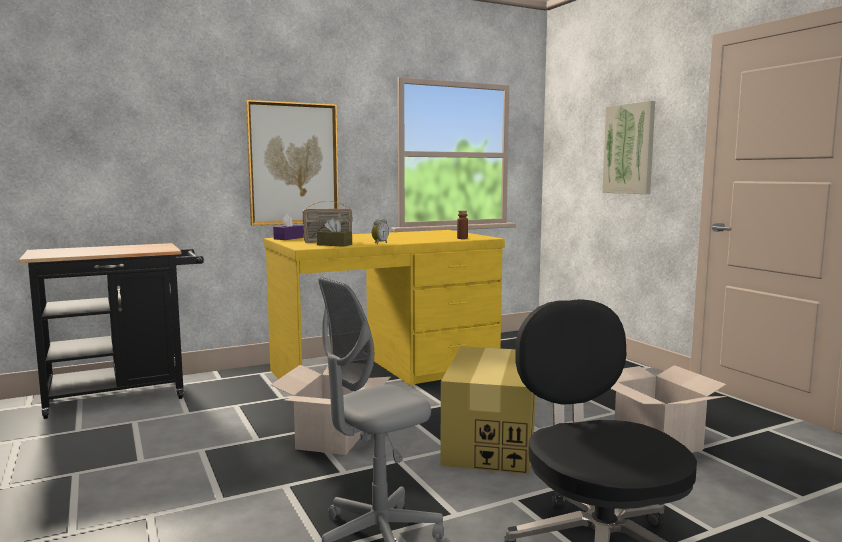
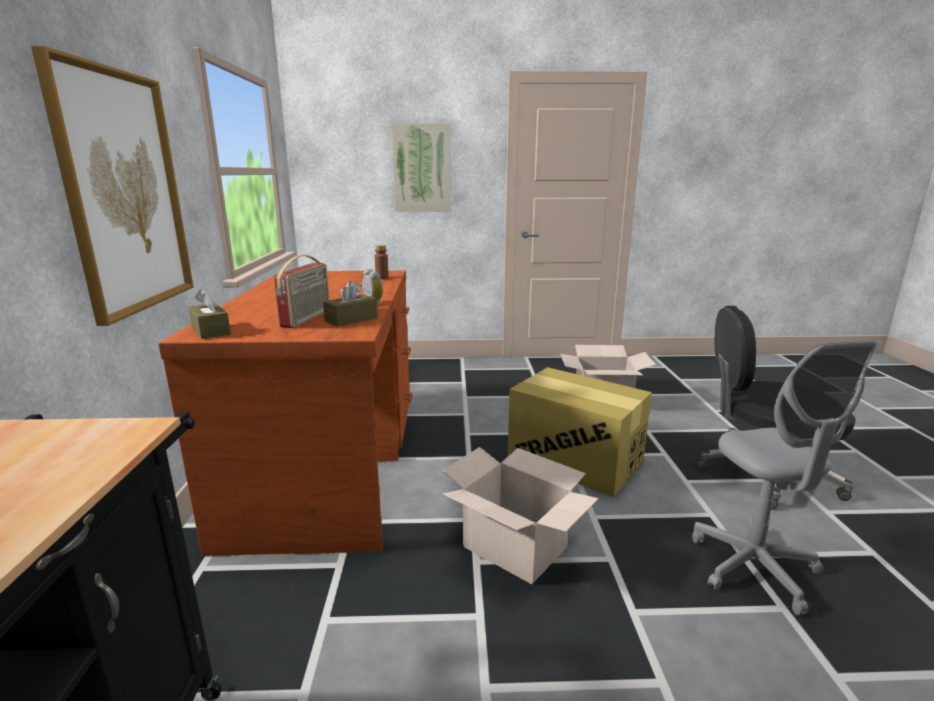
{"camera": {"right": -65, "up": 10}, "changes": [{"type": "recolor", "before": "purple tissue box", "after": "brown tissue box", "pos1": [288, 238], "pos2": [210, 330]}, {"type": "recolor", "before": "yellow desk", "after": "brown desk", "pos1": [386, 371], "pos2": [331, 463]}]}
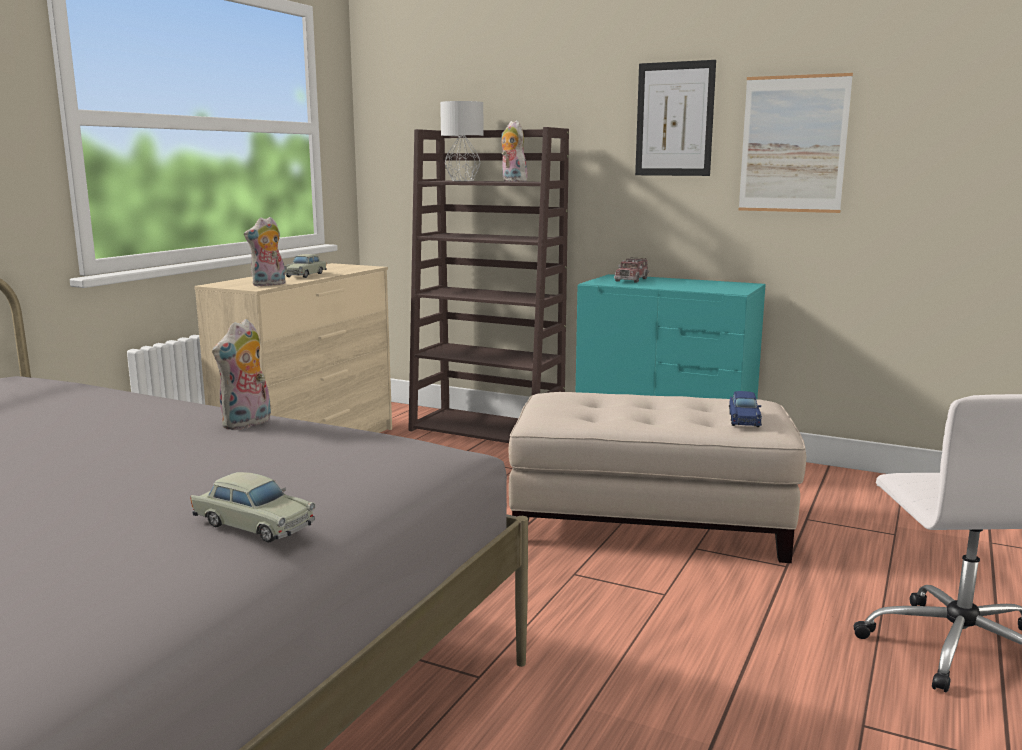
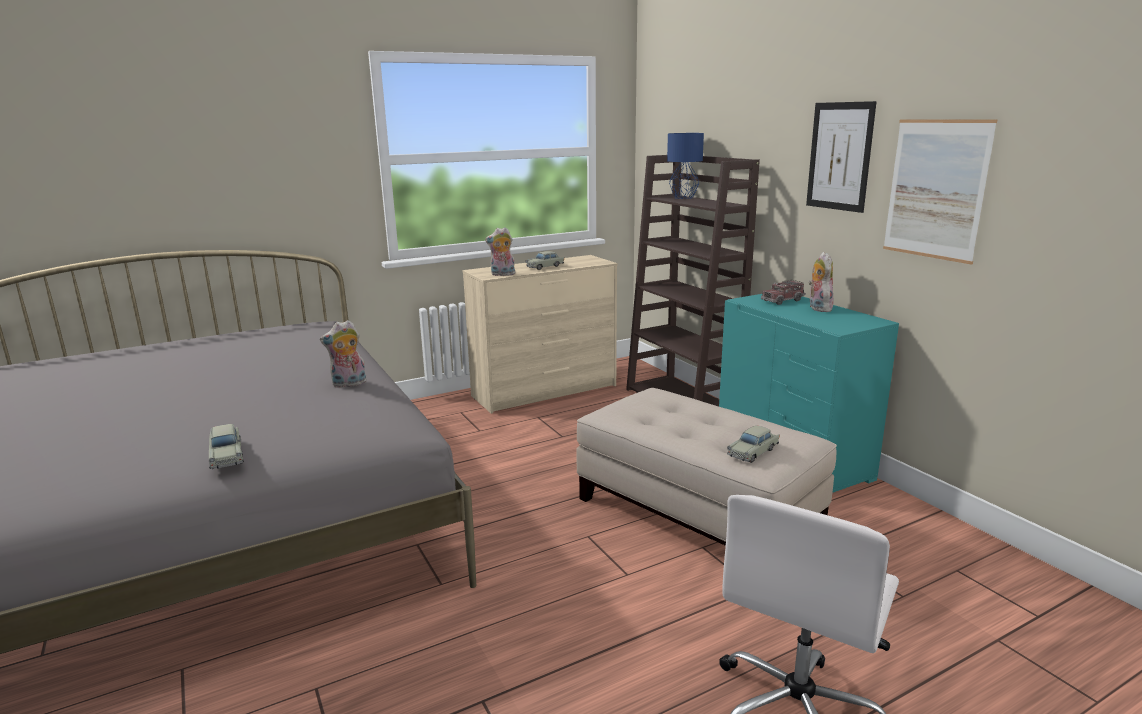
{"camera": {"right": 35, "up": 5}, "changes": [{"type": "recolor", "before": "grey table lamp", "after": "blue table lamp", "pos1": [462, 180], "pos2": [683, 198]}, {"type": "move", "before": "plush toy", "pos1": [512, 181], "pos2": [818, 308]}, {"type": "recolor", "before": "blue toy car", "after": "beige toy car", "pos1": [744, 419], "pos2": [753, 452]}]}
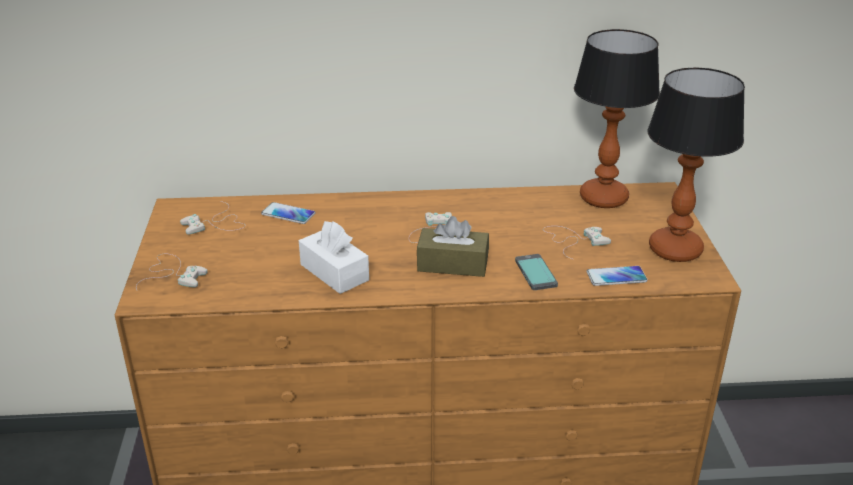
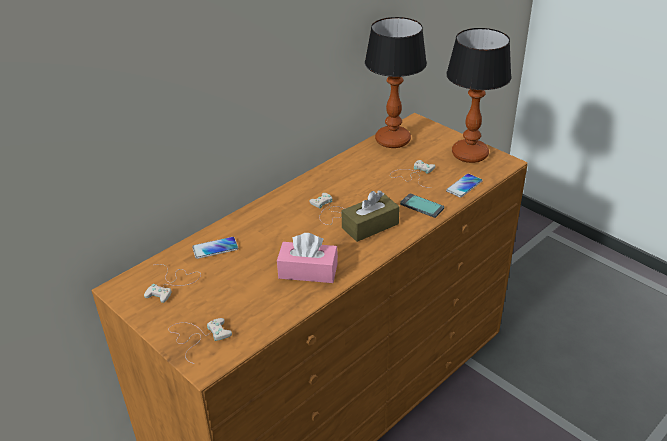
{"camera": {"right": -40, "up": 5}, "changes": [{"type": "recolor", "before": "white tissue box", "after": "pink tissue box", "pos1": [334, 272], "pos2": [308, 271]}]}
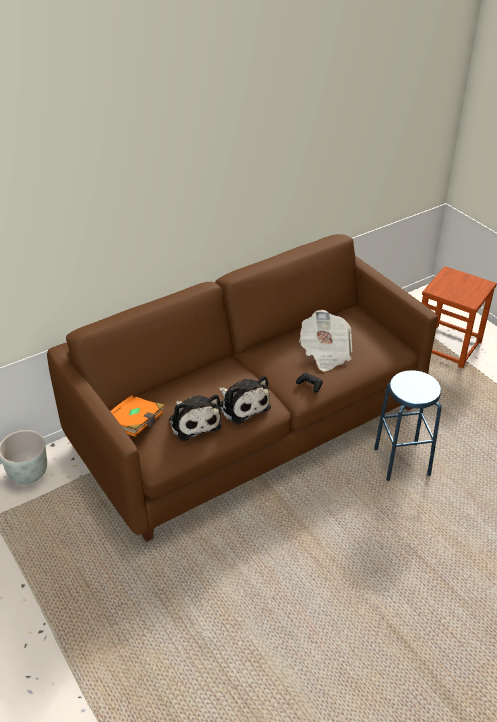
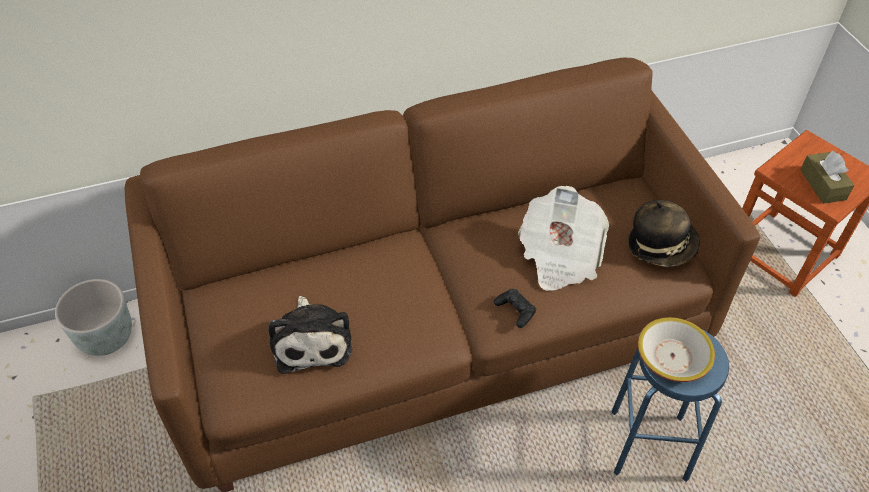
{"camera": {"right": 15, "up": 10}, "changes": [{"type": "delete", "before": "plush toy", "pos1": [242, 405]}, {"type": "delete", "before": "orange book", "pos1": [135, 425]}, {"type": "insert", "after": "brown tissue box", "pos2": [822, 185]}, {"type": "insert", "after": "hat", "pos2": [661, 246]}, {"type": "insert", "after": "bowl", "pos2": [672, 356]}]}
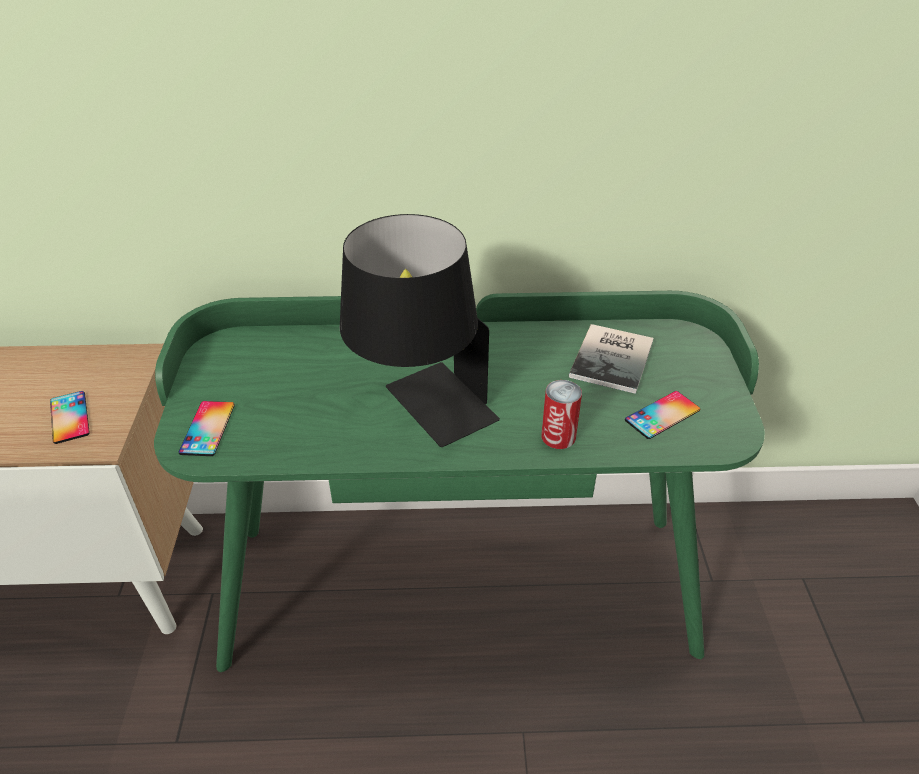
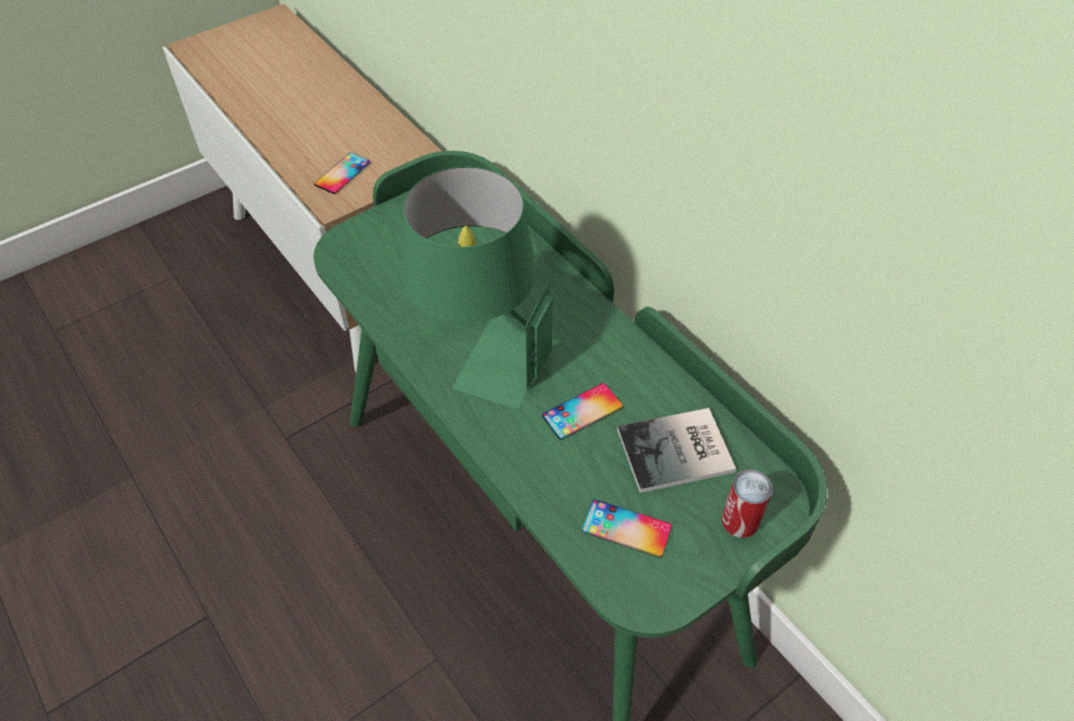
{"camera": {"right": 55, "up": 10}, "changes": [{"type": "recolor", "before": "black table lamp", "after": "green table lamp", "pos1": [421, 412], "pos2": [482, 353]}, {"type": "move", "before": "can", "pos1": [558, 436], "pos2": [740, 520]}, {"type": "move", "before": "phone", "pos1": [207, 428], "pos2": [582, 411]}]}
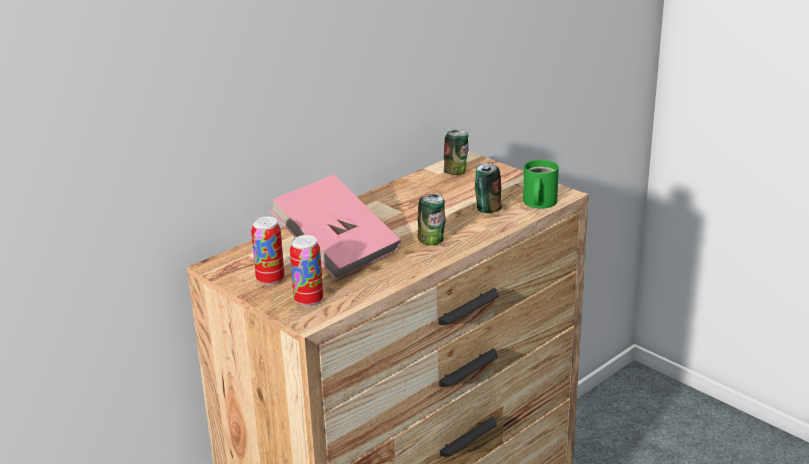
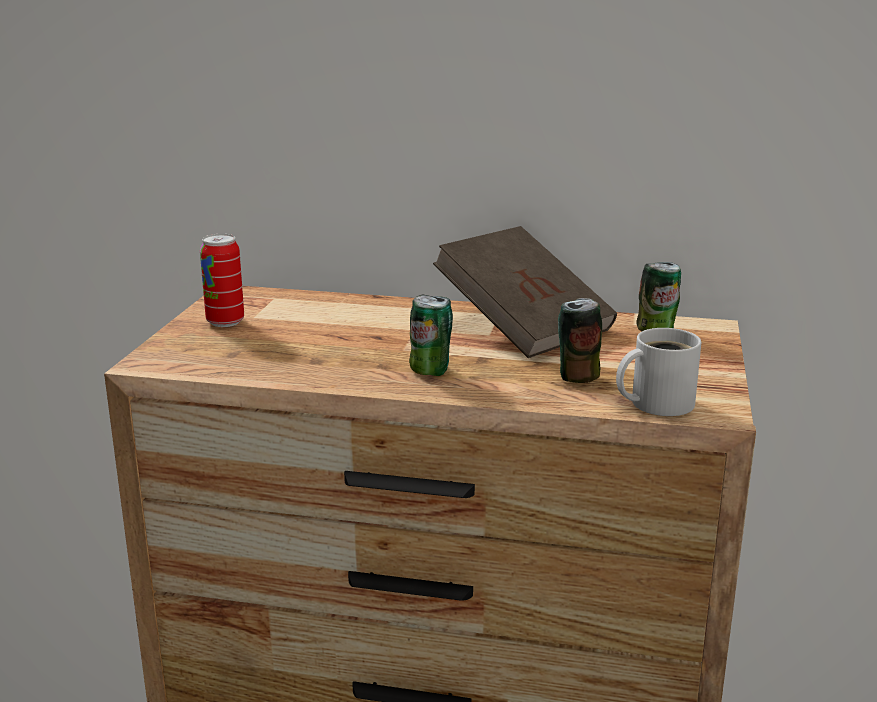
{"camera": {"right": 55, "up": -5}, "changes": [{"type": "recolor", "before": "green mug", "after": "white mug", "pos1": [538, 202], "pos2": [655, 403]}, {"type": "delete", "before": "pink book", "pos1": [337, 250]}, {"type": "delete", "before": "can", "pos1": [308, 300]}, {"type": "insert", "after": "brown book", "pos2": [524, 326]}]}
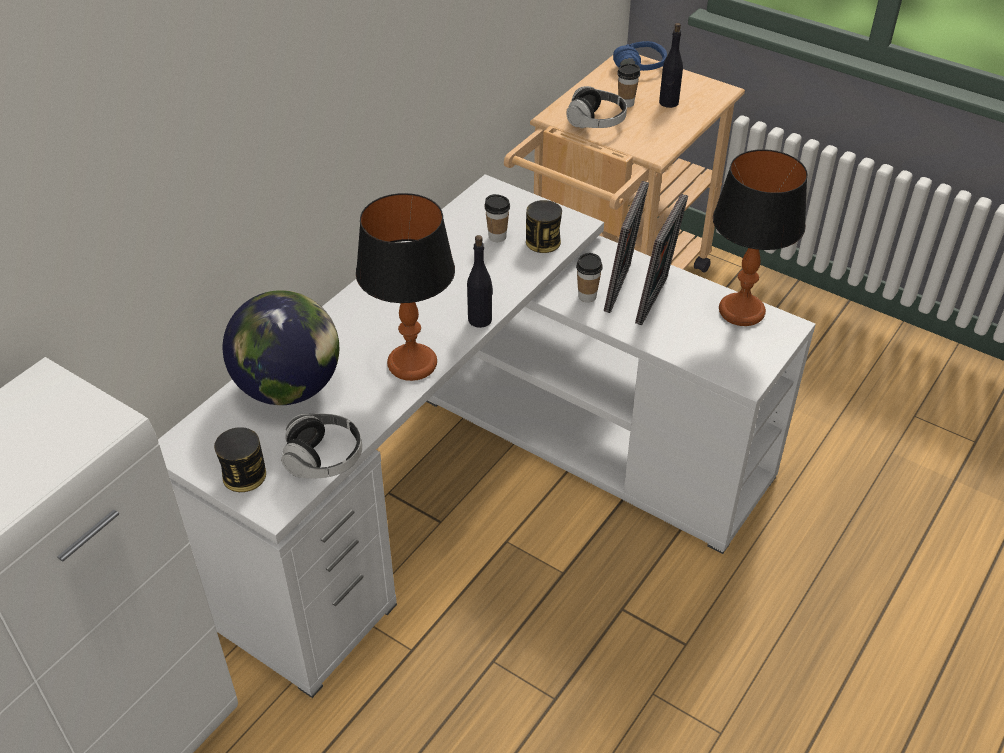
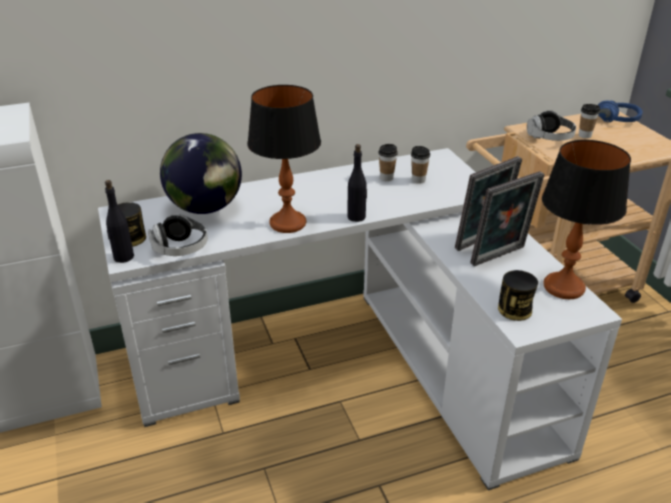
{"camera": {"right": 35, "up": -10}, "changes": [{"type": "move", "before": "black bottle", "pos1": [668, 103], "pos2": [123, 257]}, {"type": "move", "before": "can", "pos1": [543, 242], "pos2": [514, 309]}, {"type": "move", "before": "cup", "pos1": [587, 296], "pos2": [386, 178]}]}
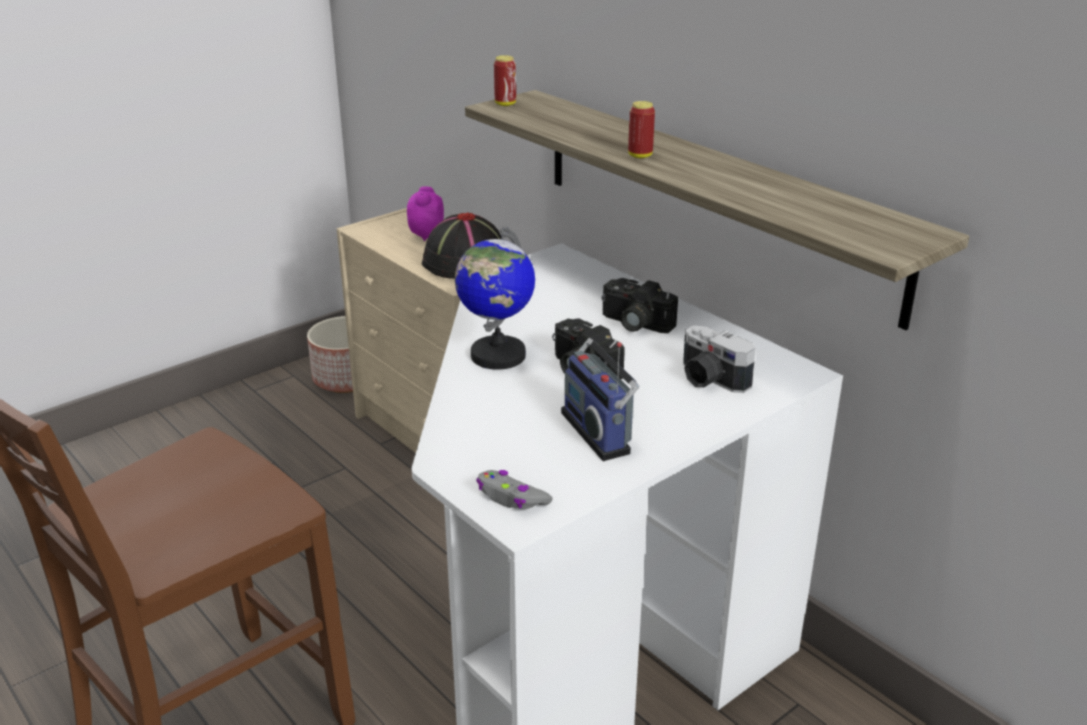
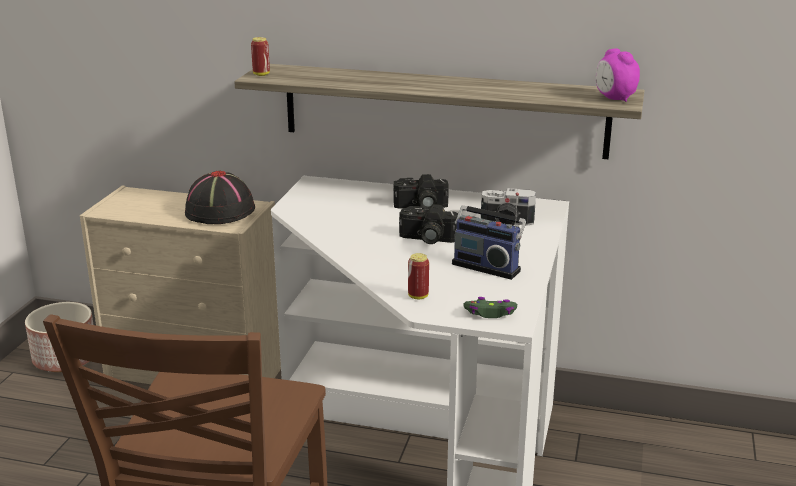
{"camera": {"right": -35, "up": -5}, "changes": [{"type": "move", "before": "can", "pos1": [640, 156], "pos2": [418, 296]}, {"type": "move", "before": "alarm clock", "pos1": [426, 235], "pos2": [614, 98]}, {"type": "delete", "before": "globe", "pos1": [497, 355]}, {"type": "recolor", "before": "grey game controller", "after": "green game controller", "pos1": [511, 498], "pos2": [490, 313]}]}
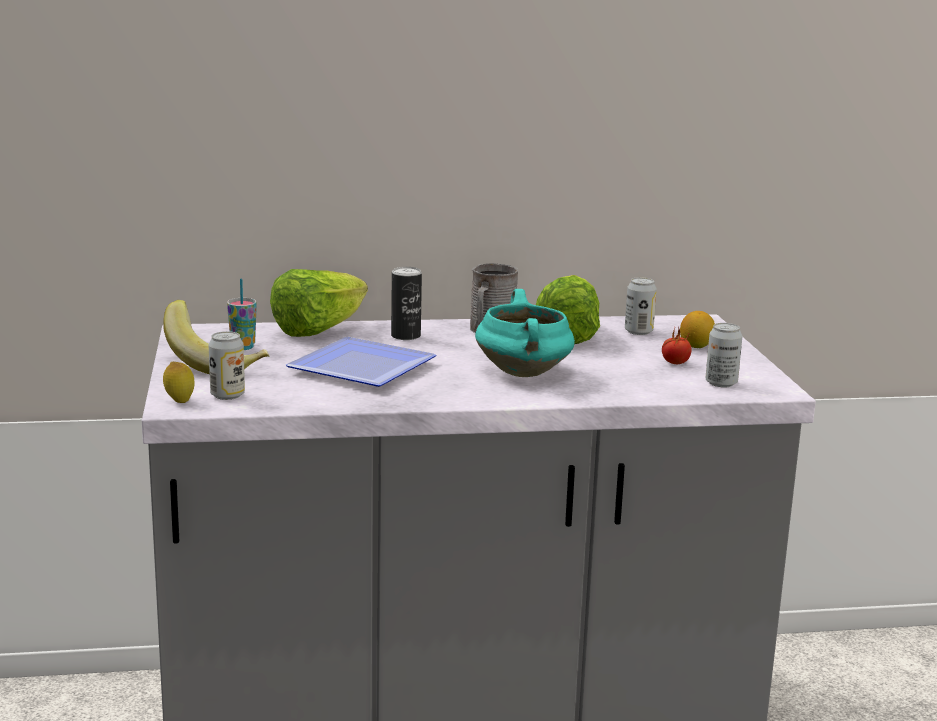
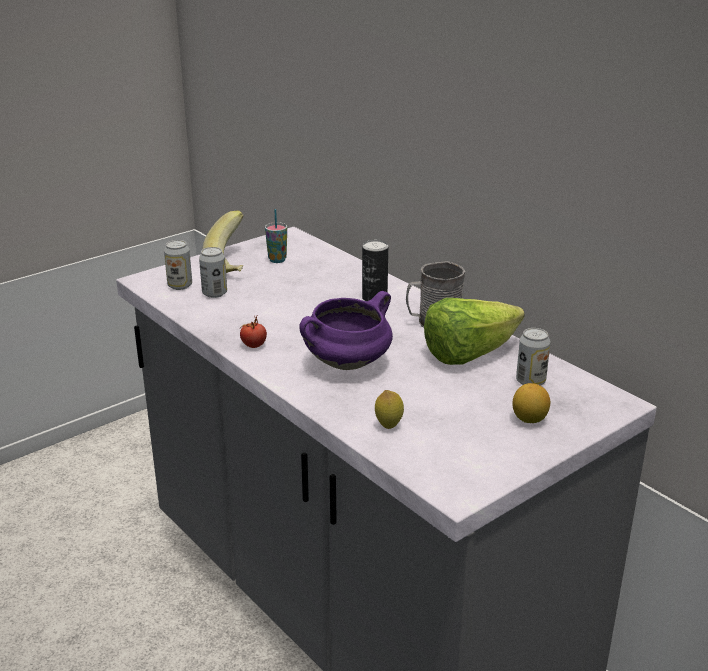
{"camera": {"right": 60, "up": 10}, "changes": [{"type": "delete", "before": "lettuce", "pos1": [318, 330]}, {"type": "recolor", "before": "turquoise cooking pot", "after": "purple cooking pot", "pos1": [525, 373], "pos2": [347, 364]}, {"type": "move", "before": "can", "pos1": [721, 383], "pos2": [214, 293]}, {"type": "move", "before": "tomato", "pos1": [675, 363], "pos2": [253, 345]}, {"type": "delete", "before": "plate", "pos1": [360, 366]}, {"type": "move", "before": "lemon", "pos1": [179, 402], "pos2": [388, 425]}]}
